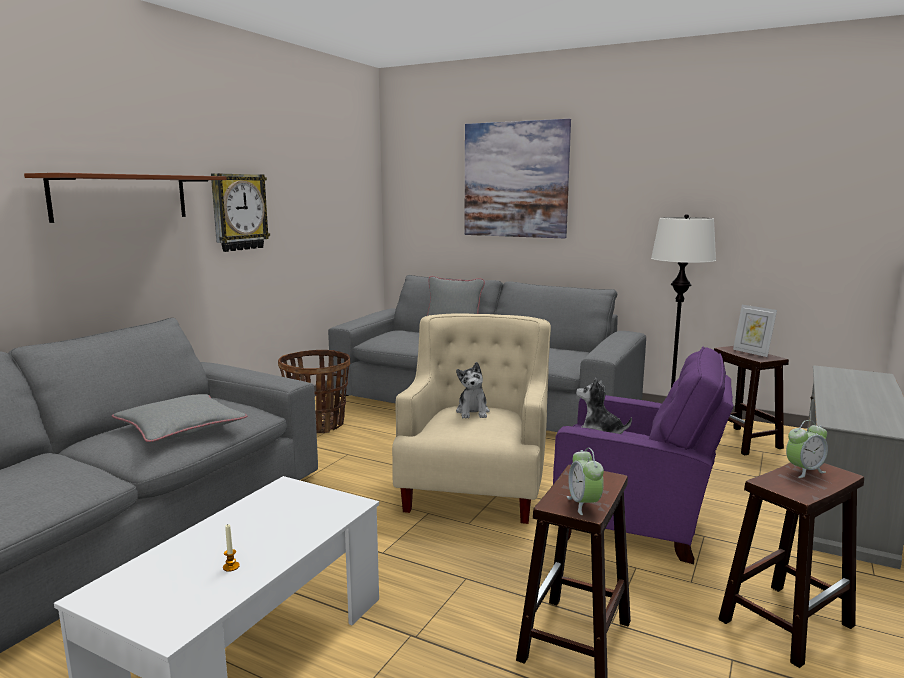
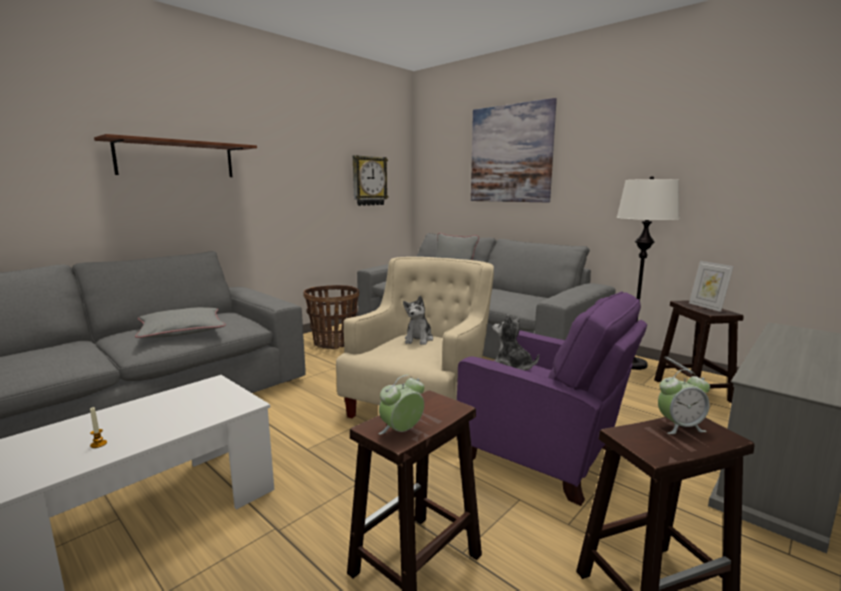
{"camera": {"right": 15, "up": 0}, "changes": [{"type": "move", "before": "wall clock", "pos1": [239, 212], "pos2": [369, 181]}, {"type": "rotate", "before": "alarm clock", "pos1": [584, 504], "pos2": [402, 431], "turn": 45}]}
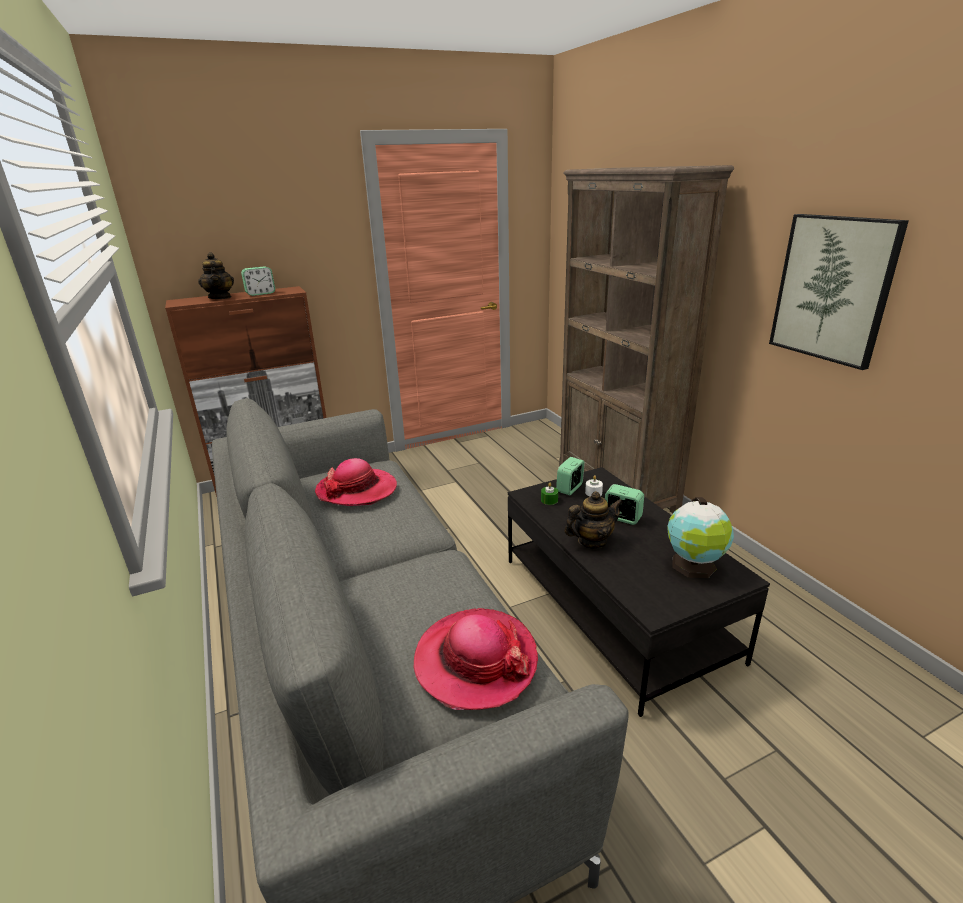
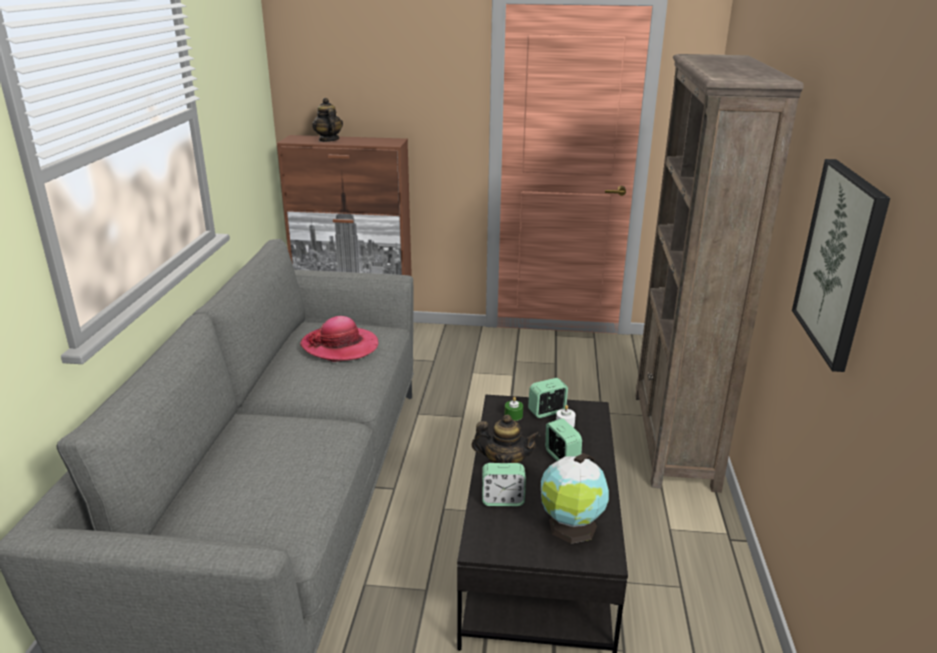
{"camera": {"right": 30, "up": 0}, "changes": [{"type": "rotate", "before": "teapot", "pos1": [220, 297], "pos2": [328, 140], "turn": 150}, {"type": "move", "before": "alarm clock", "pos1": [260, 293], "pos2": [502, 500]}, {"type": "delete", "before": "hat", "pos1": [475, 660]}]}
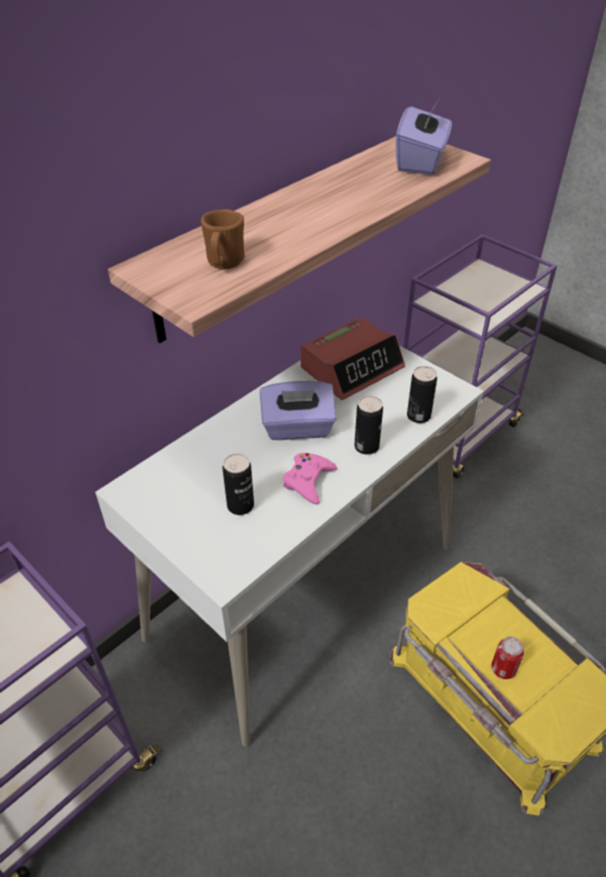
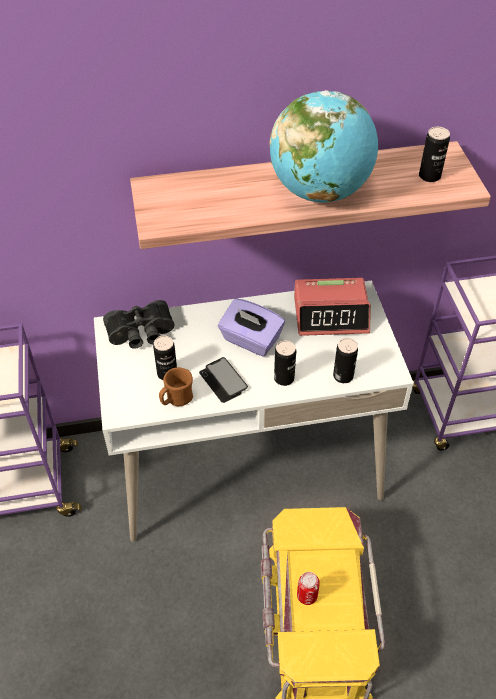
{"camera": {"right": 35, "up": 5}, "changes": [{"type": "replace", "before": "purple tissue box", "after": "can", "pos1": [421, 162], "pos2": [429, 176]}, {"type": "move", "before": "brown mug", "pos1": [224, 264], "pos2": [176, 400]}, {"type": "replace", "before": "pink game controller", "after": "phone", "pos1": [308, 481], "pos2": [223, 381]}, {"type": "insert", "after": "globe", "pos2": [320, 192]}, {"type": "insert", "after": "black binoculars", "pos2": [141, 334]}]}
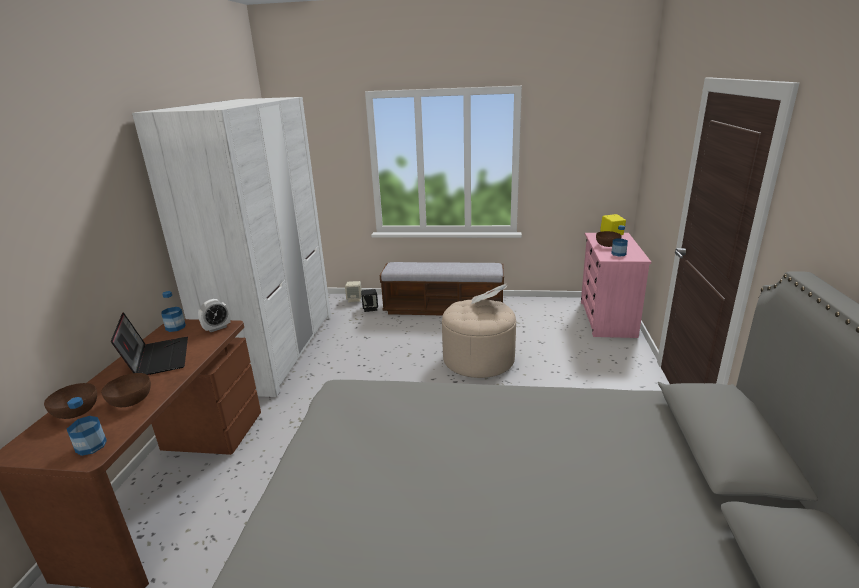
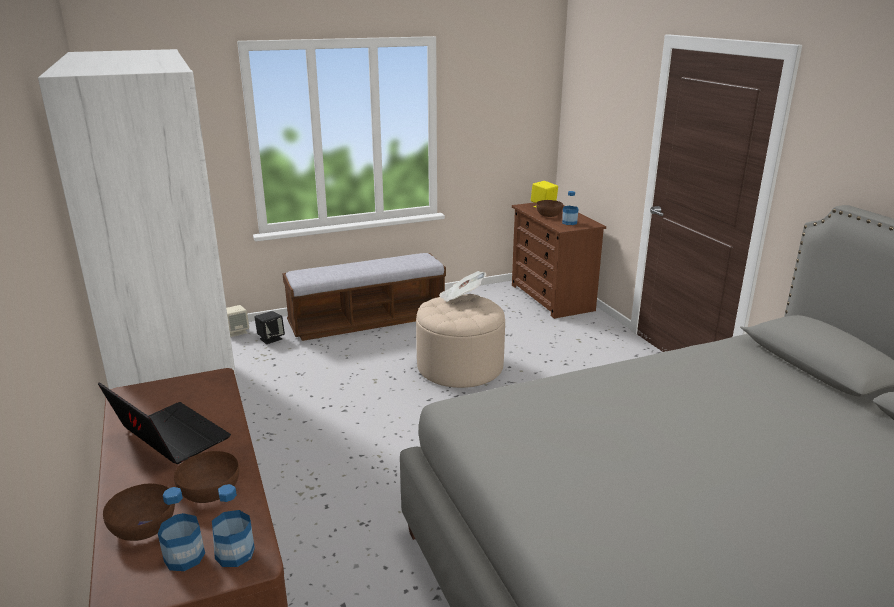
{"camera": {"right": -30, "up": 0}, "changes": [{"type": "recolor", "before": "pink dresser", "after": "brown dresser", "pos1": [607, 318], "pos2": [552, 298]}, {"type": "move", "before": "bottle", "pos1": [175, 327], "pos2": [184, 557]}, {"type": "delete", "before": "alarm clock", "pos1": [217, 328]}]}
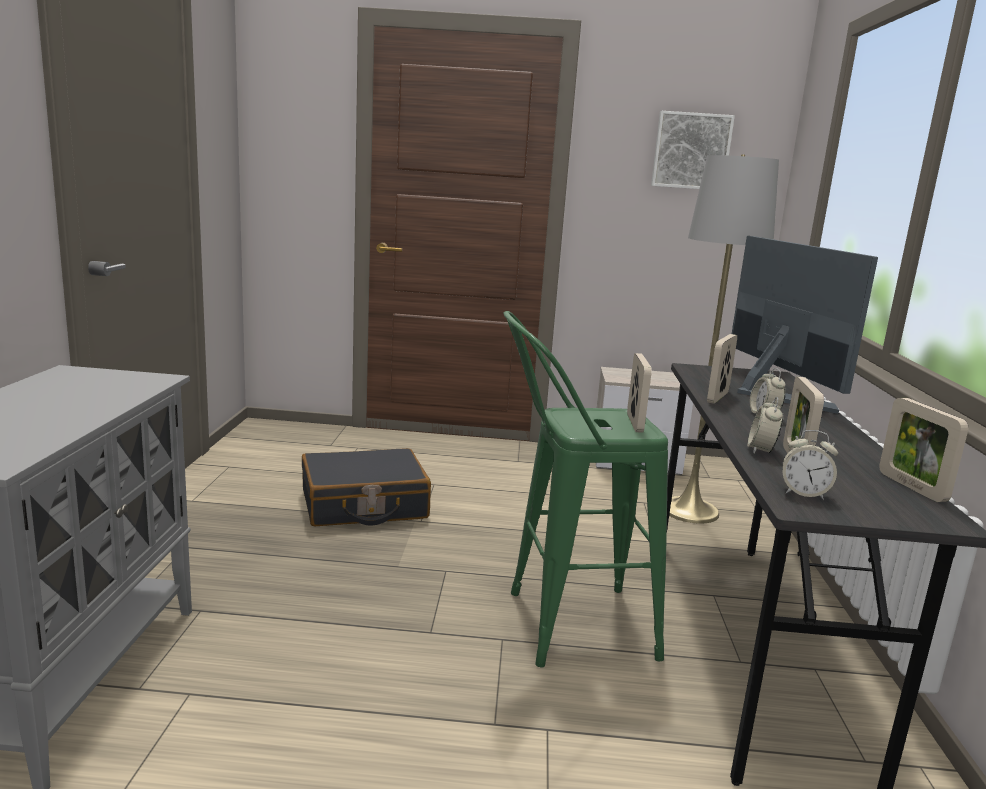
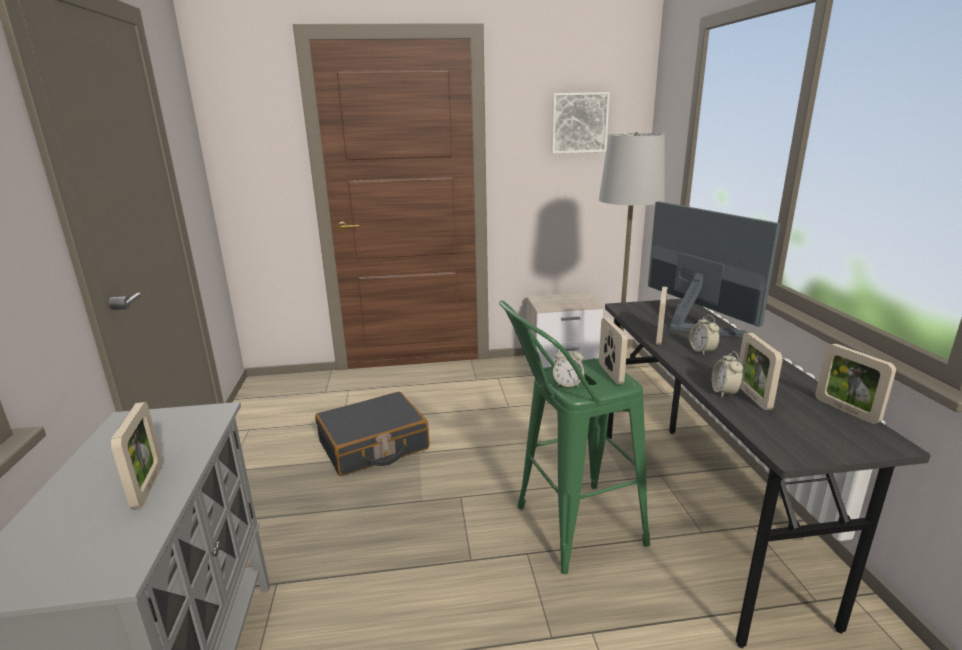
{"camera": {"right": -10, "up": 5}, "changes": [{"type": "move", "before": "alarm clock", "pos1": [803, 493], "pos2": [567, 384]}, {"type": "insert", "after": "picture frame", "pos2": [148, 486]}]}
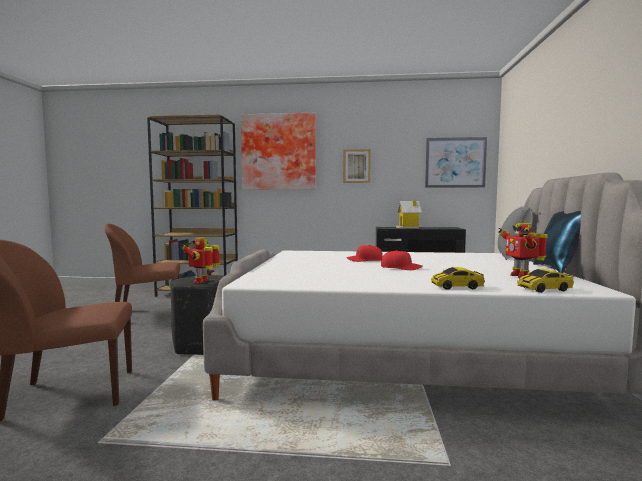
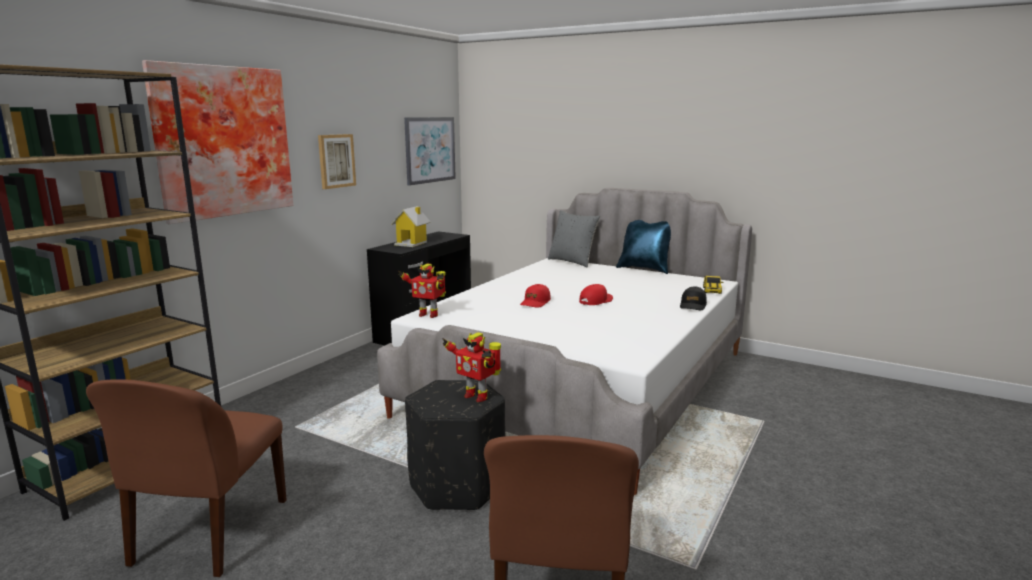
{"camera": {"right": -65, "up": 10}, "changes": [{"type": "move", "before": "toy robot", "pos1": [521, 276], "pos2": [428, 314]}, {"type": "replace", "before": "toy car", "after": "black cap", "pos1": [456, 287], "pos2": [693, 305]}]}
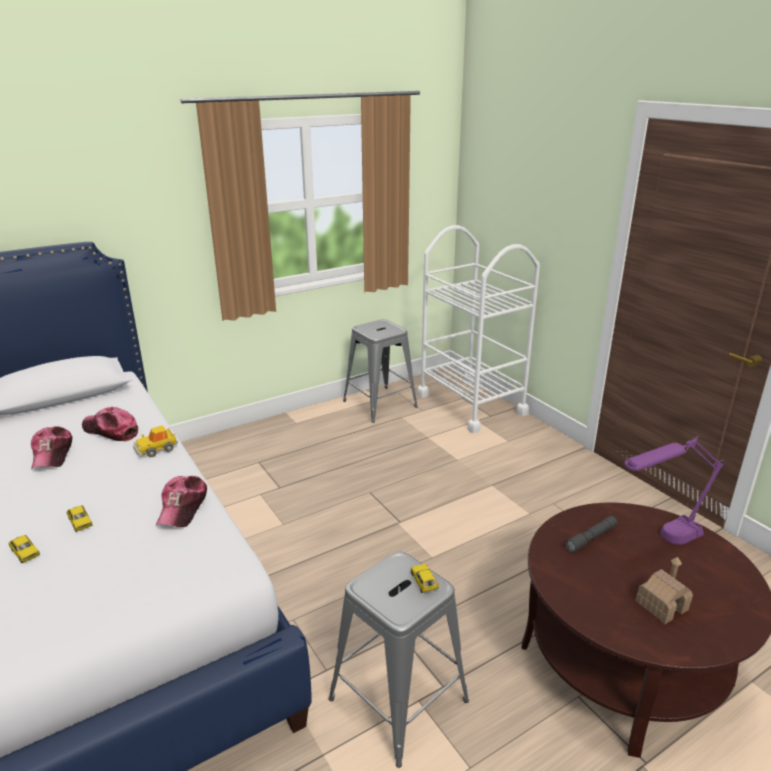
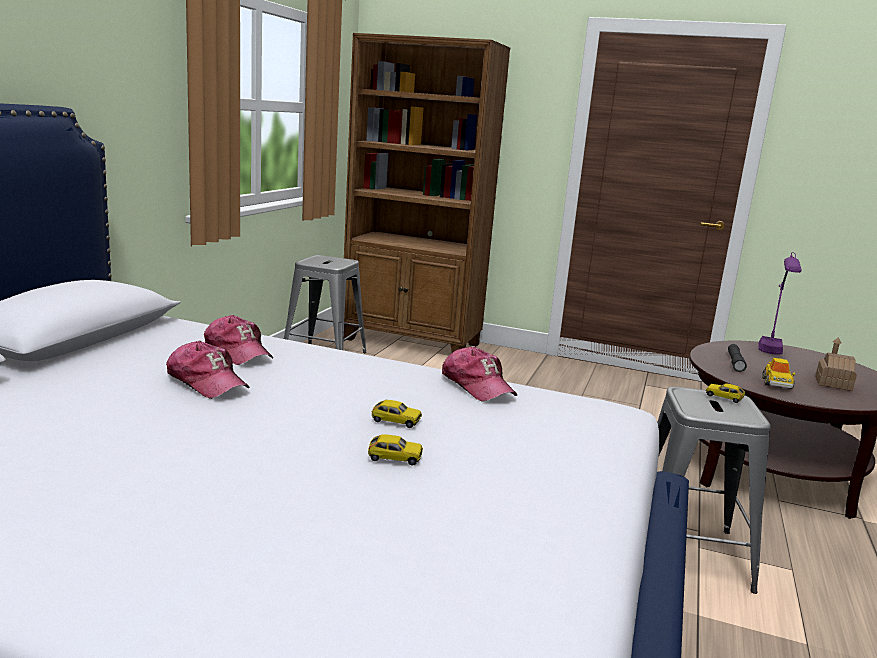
{"camera": {"right": -40, "up": -10}, "changes": [{"type": "replace", "before": "white cart", "after": "brown bookcase", "pos1": [471, 404], "pos2": [412, 342]}, {"type": "rotate", "before": "cap", "pos1": [111, 430], "pos2": [238, 352], "turn": -120}, {"type": "move", "before": "toy car", "pos1": [156, 449], "pos2": [777, 384]}]}
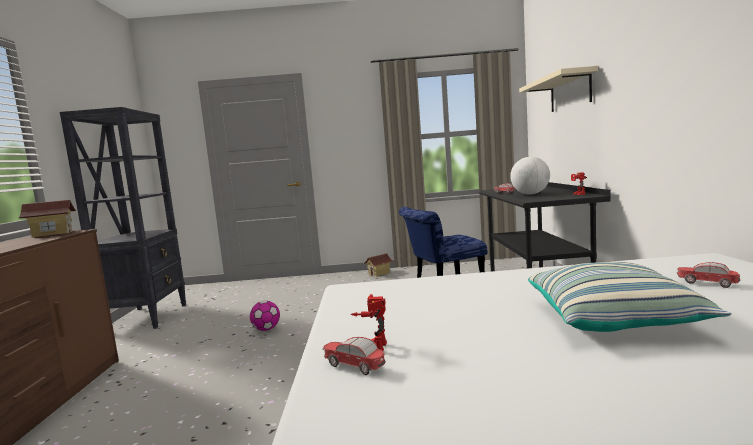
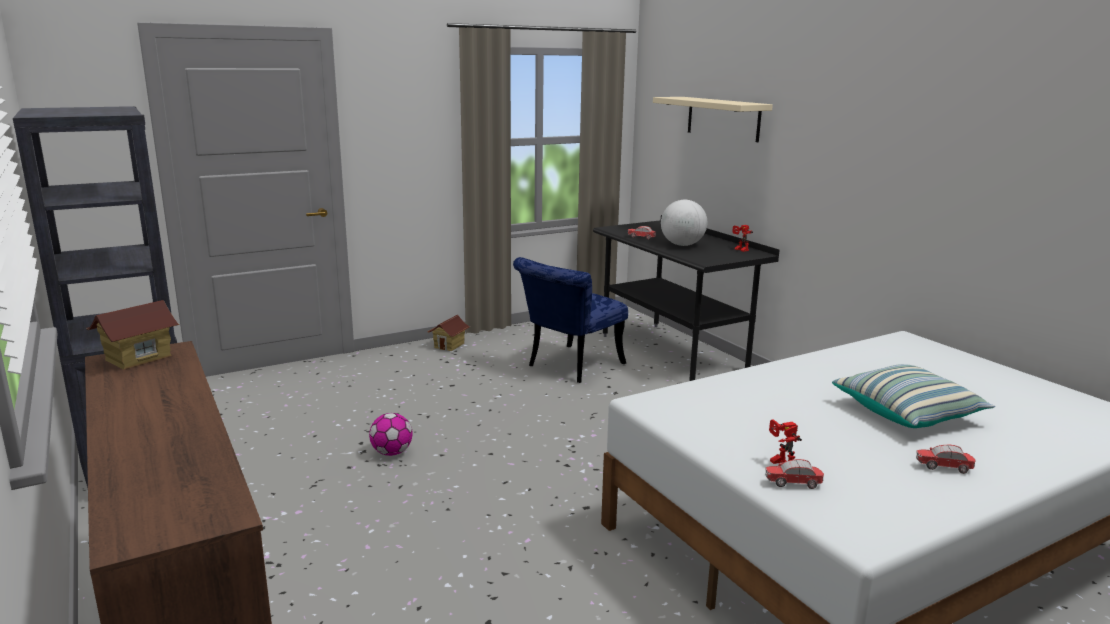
{"camera": {"right": -30, "up": 10}, "changes": [{"type": "move", "before": "toy car", "pos1": [707, 284], "pos2": [944, 468]}]}
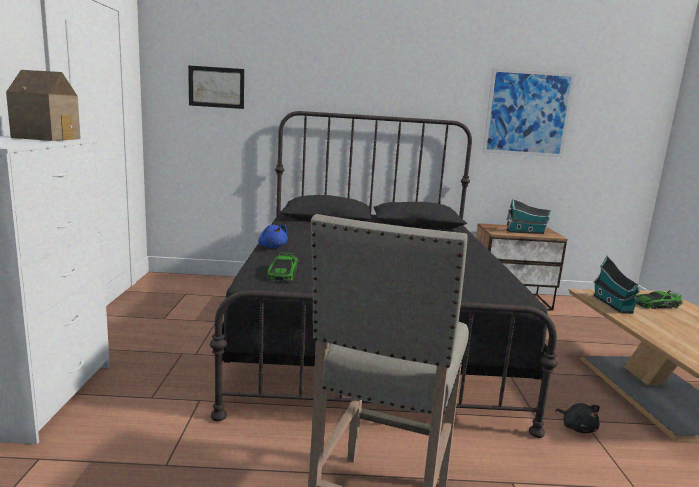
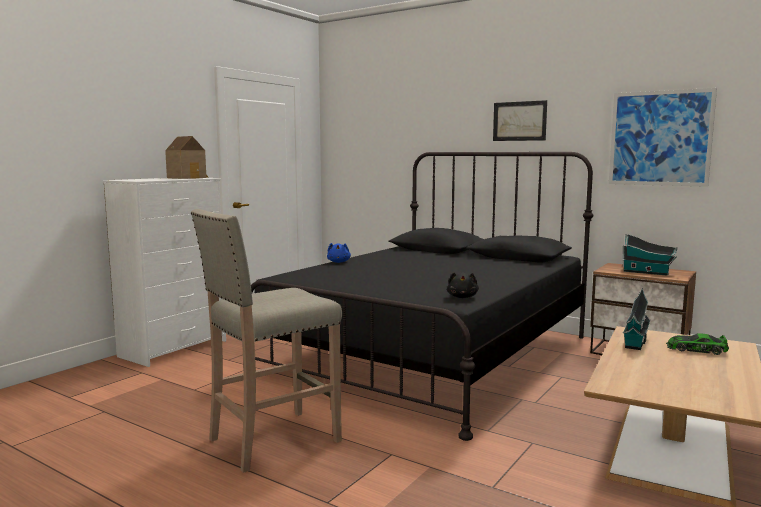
{"camera": {"right": 35, "up": -5}, "changes": [{"type": "move", "before": "picture", "pos1": [216, 87], "pos2": [519, 121]}, {"type": "delete", "before": "toy car", "pos1": [283, 273]}, {"type": "move", "before": "black plush toy", "pos1": [577, 428], "pos2": [462, 297]}]}
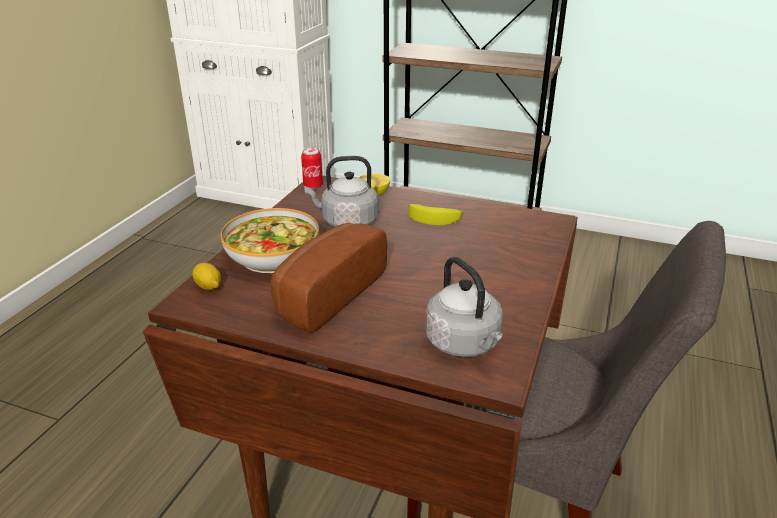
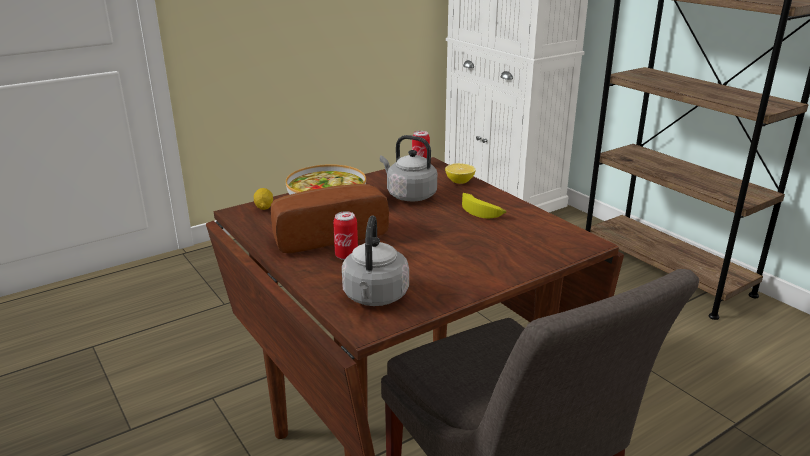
{"camera": {"right": 35, "up": -5}, "changes": [{"type": "insert", "after": "can", "pos2": [346, 255]}]}
